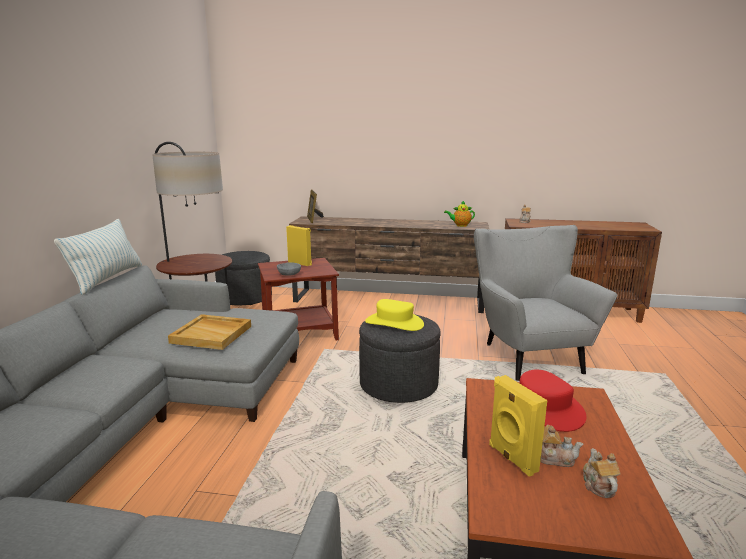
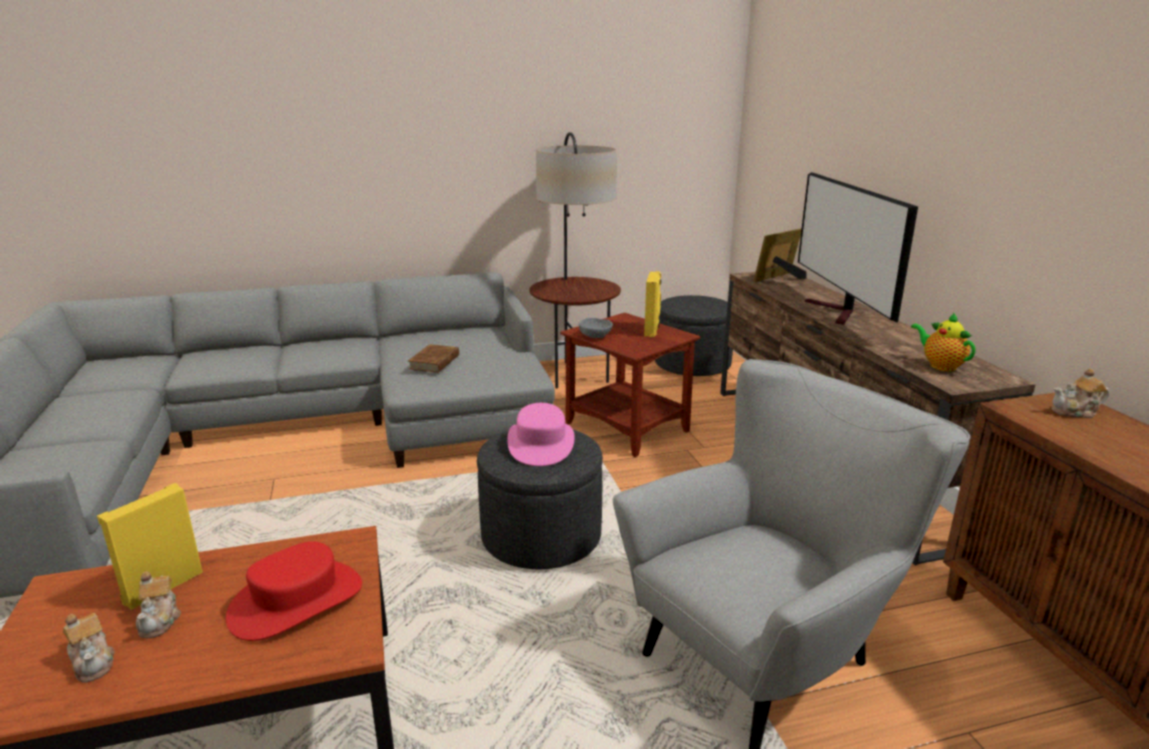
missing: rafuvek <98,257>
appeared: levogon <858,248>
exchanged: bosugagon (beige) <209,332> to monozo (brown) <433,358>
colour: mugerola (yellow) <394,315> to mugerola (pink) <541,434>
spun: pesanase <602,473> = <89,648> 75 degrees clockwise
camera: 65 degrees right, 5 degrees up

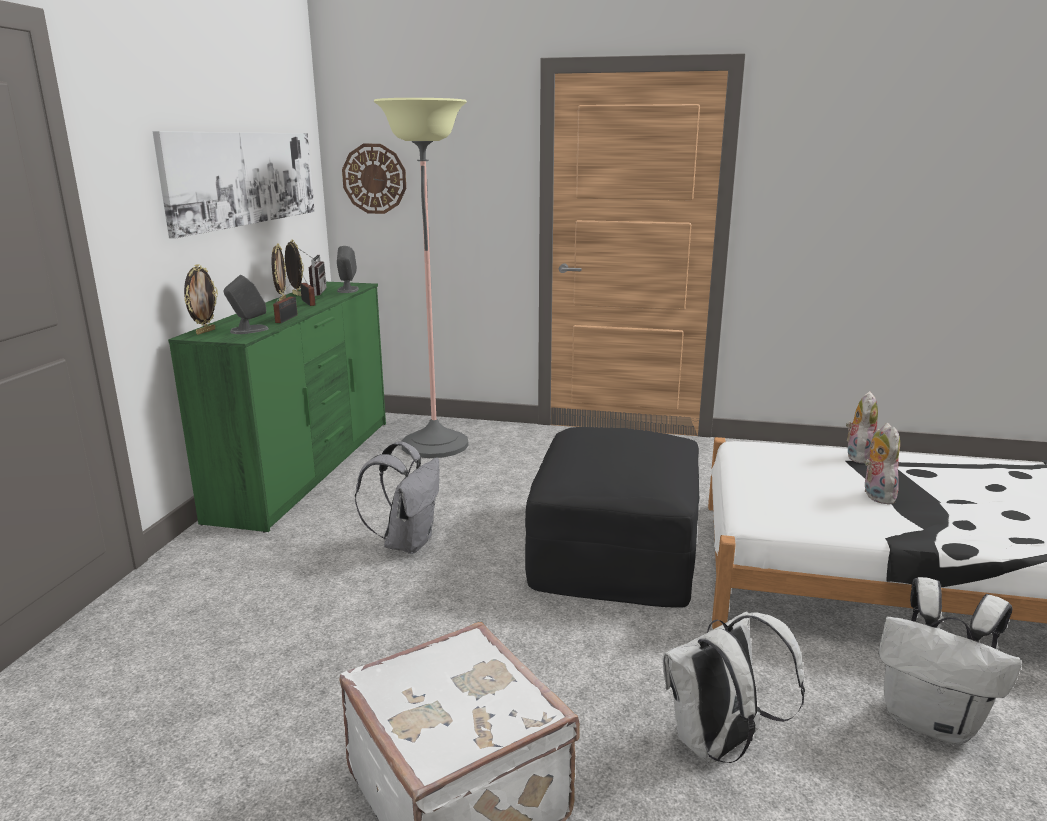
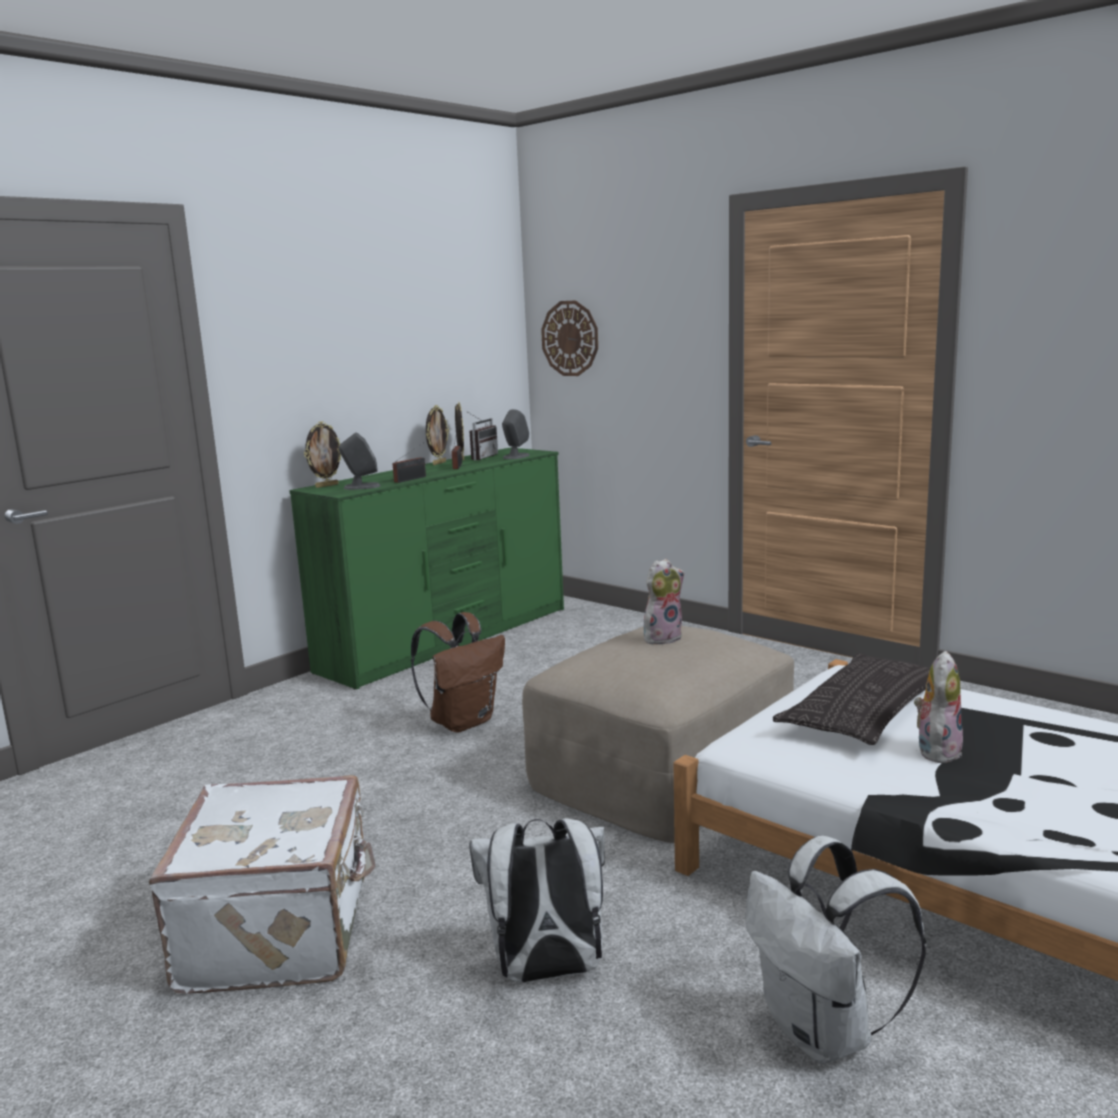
missing: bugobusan <233,185>; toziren <421,278>
appeared: rafuvek <851,699>
relocated: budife <862,427> to <664,602>
colour: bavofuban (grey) <397,498> to bavofuban (brown) <458,672>; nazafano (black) <612,517> to nazafano (beige) <658,734>
camera: 30 degrees right, 5 degrees down

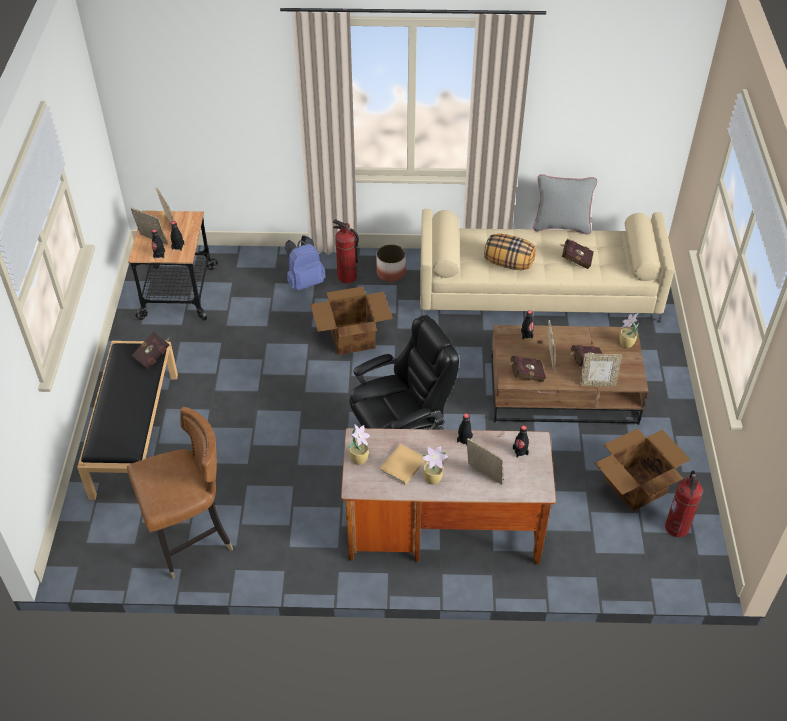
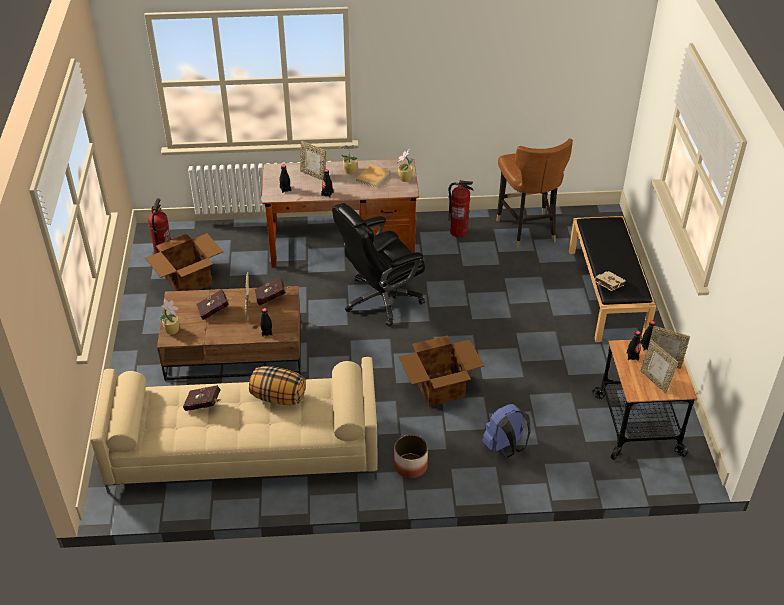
missing: rafuvek (grey) <565,204>; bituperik <601,370>
relocated: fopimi <346,251> to <460,209>
colour: monozo (red) <151,350> to monozo (beige) <610,281>
spun: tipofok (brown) <180,493> = <534,193> 75 degrees counterclockwise
camera: 175 degrees right, 5 degrees down

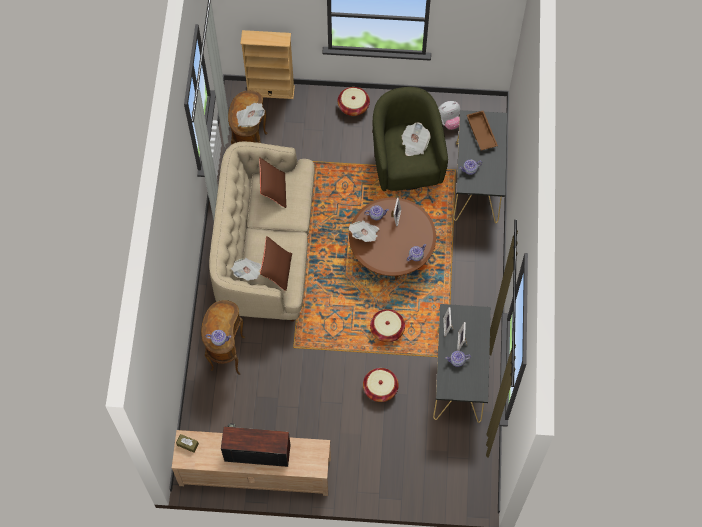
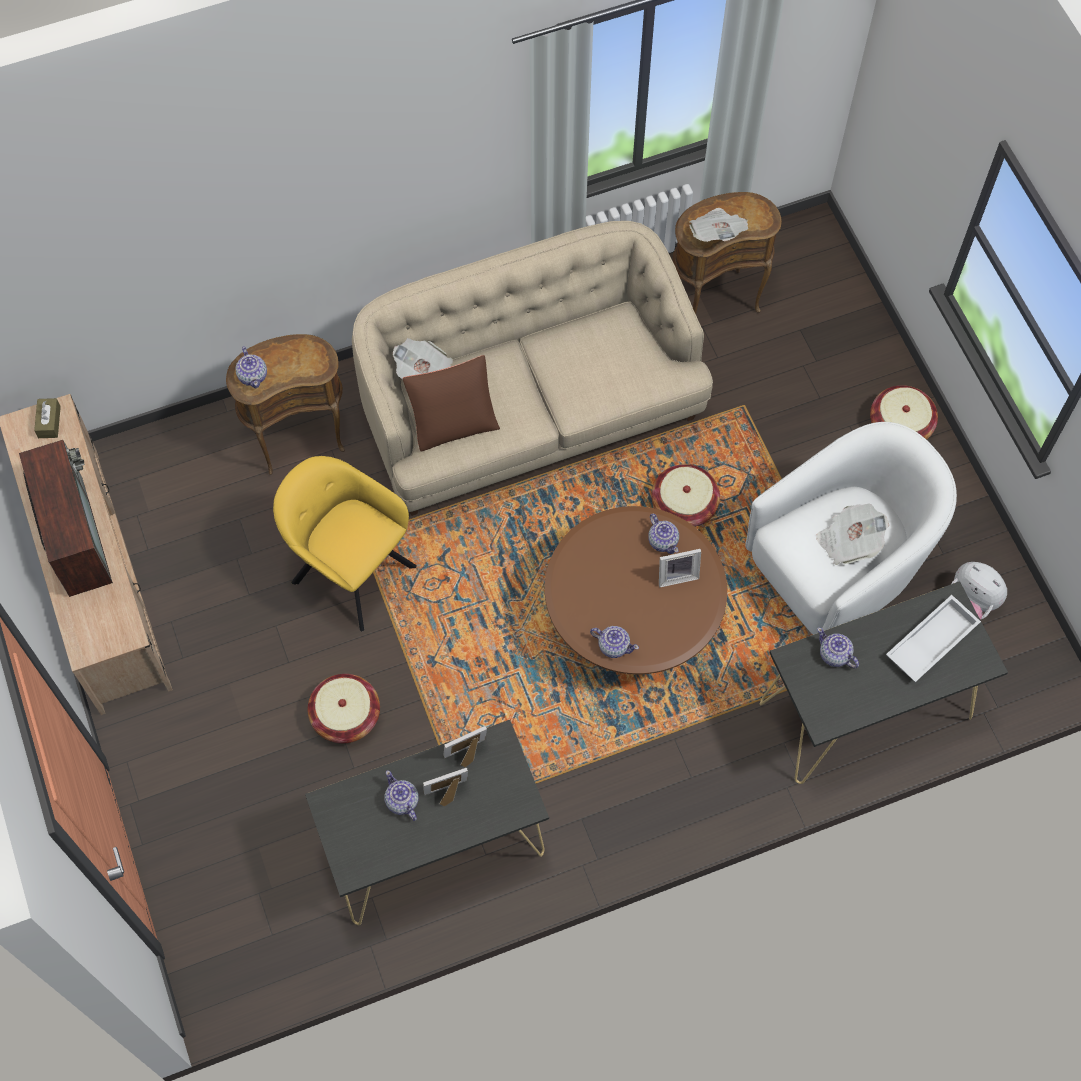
missing: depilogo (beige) <267,64>; rafuvek (brown) <272,182>; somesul <364,231>
appeared: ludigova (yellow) <345,543>
relocated: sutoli <387,325> to <685,495>
colour: ludigova (green) <410,139> to ludigova (white) <851,528>; bosugagon (brown) <482,131> to bosugagon (white) <933,638>
camera: 65 degrees right, 0 degrees up

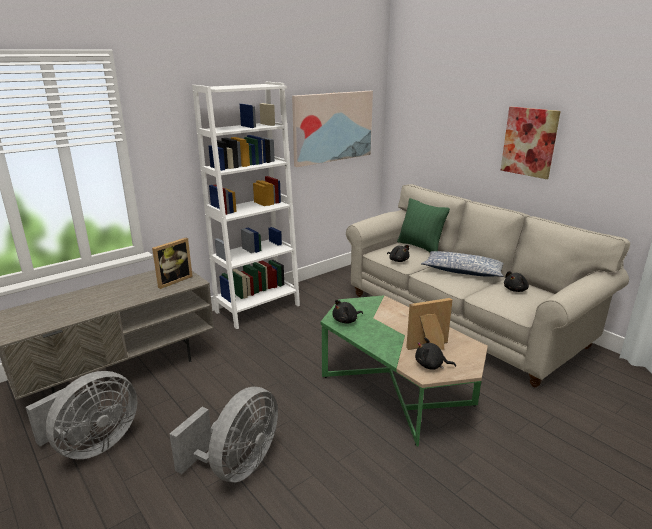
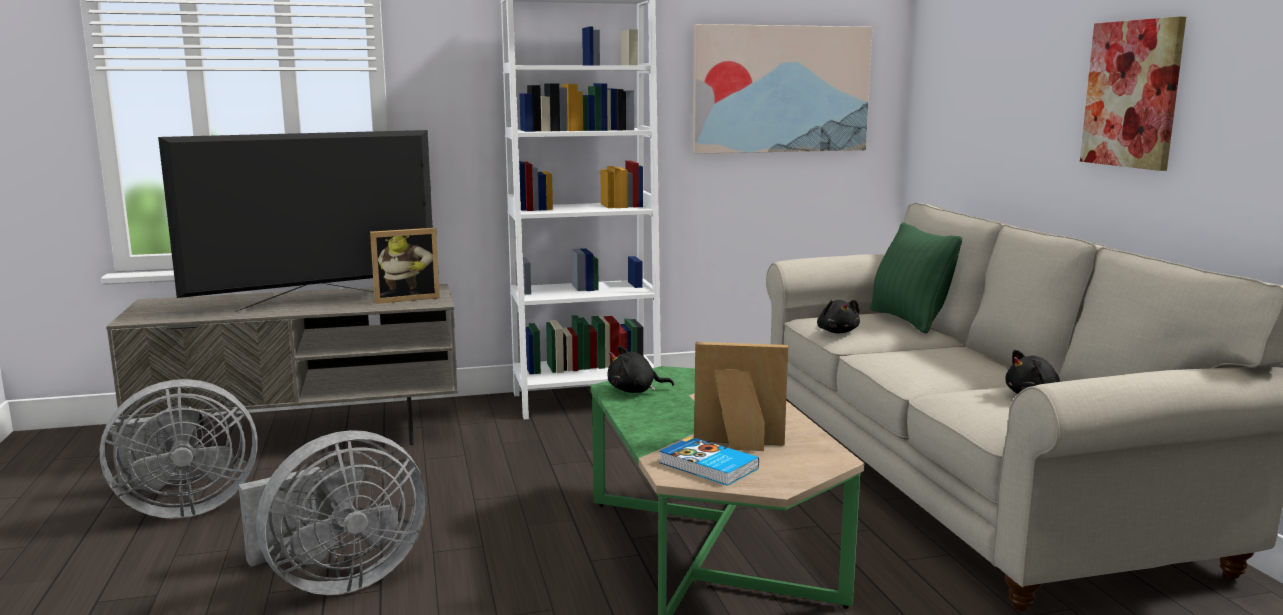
missing: rafuvek <462,264>
appeared: levogon <295,221>
exchanged: budife (black) <435,353> to monozo <709,461>
camera: 25 degrees right, 10 degrees down

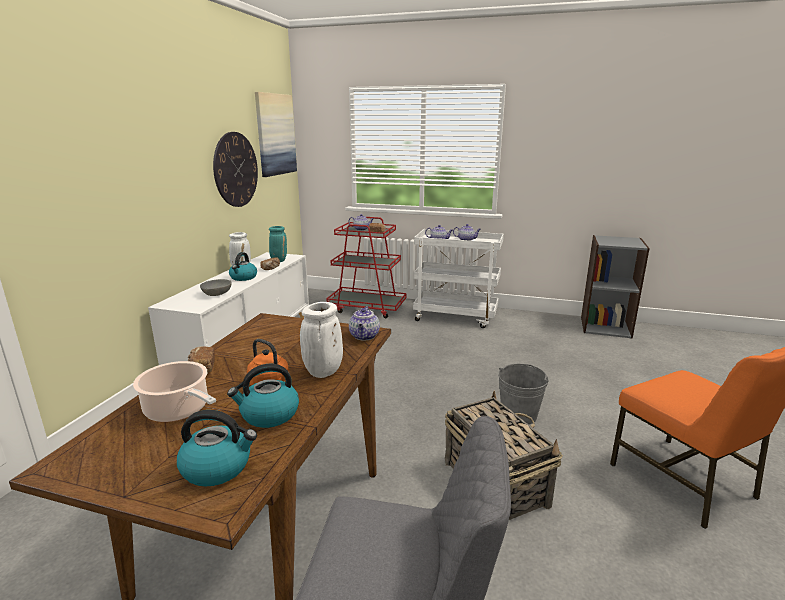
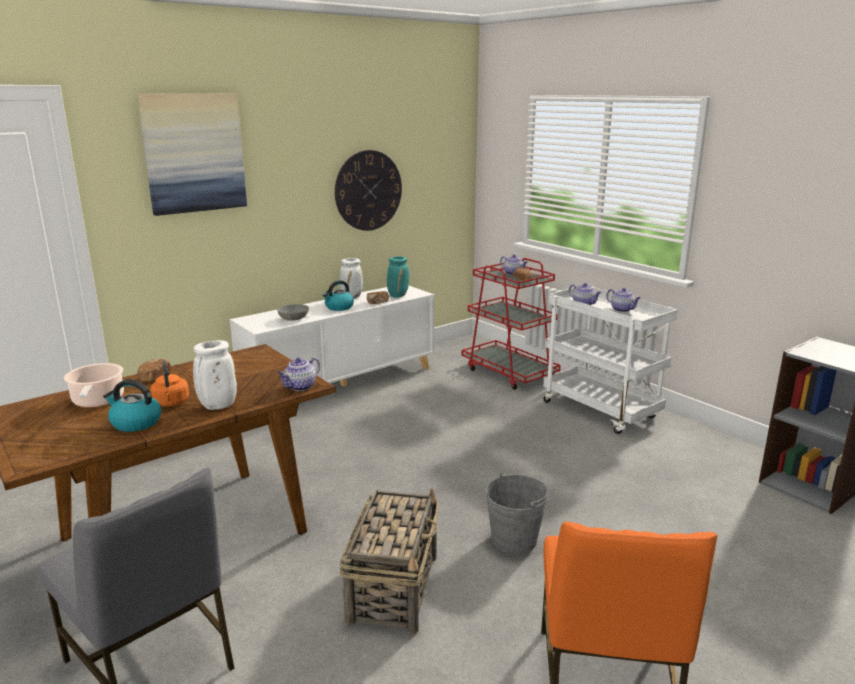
missing: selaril <217,448>
relocated: bugobusan <276,134> to <192,154>
camera: 35 degrees right, 0 degrees up

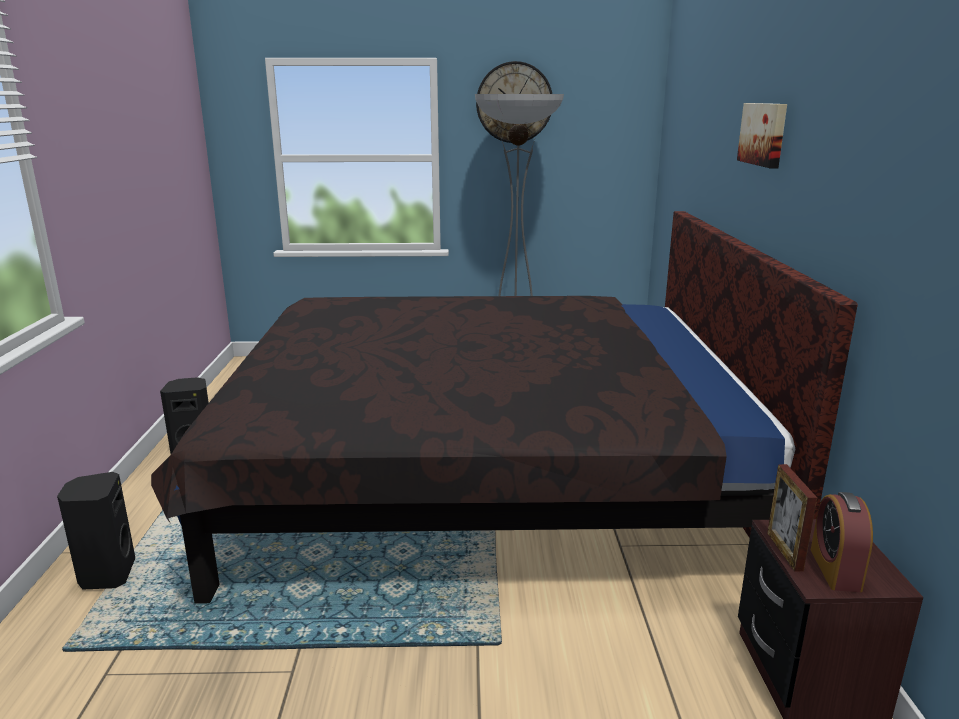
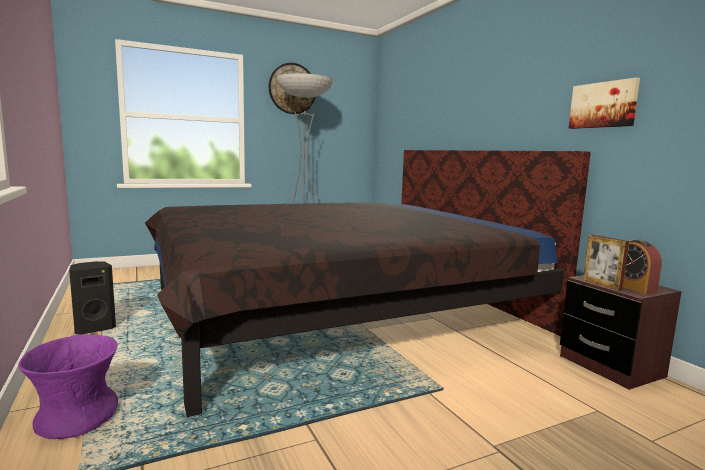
relocated: bugobusan <762,135> to <604,103>
exchanged: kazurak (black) <96,530> to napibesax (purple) <68,386>
camera: 25 degrees left, 10 degrees down

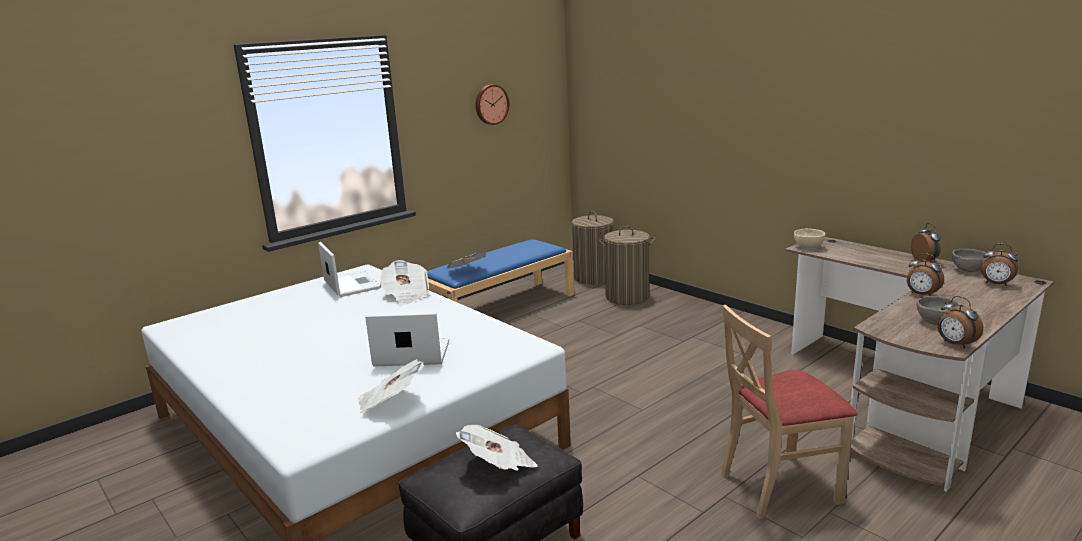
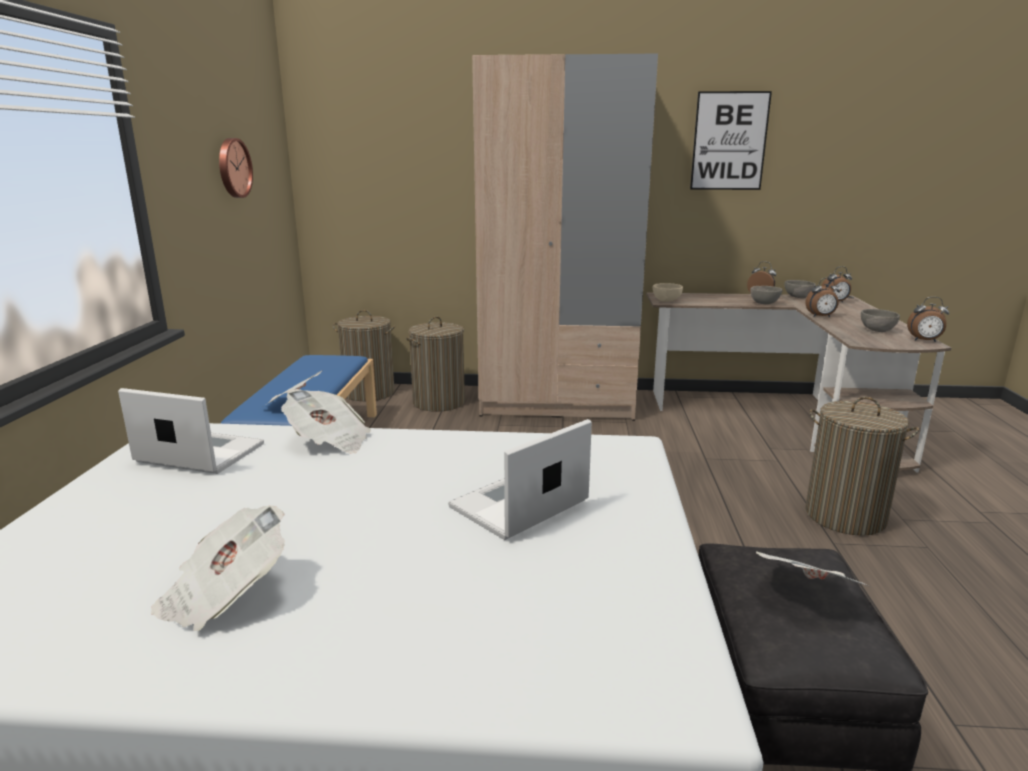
appeared: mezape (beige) <565,237>; bugobusan <731,140>; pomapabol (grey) <766,295>
relocated: somesul <390,386> to <218,568>
exchanged: tipofok (beige) <789,412> to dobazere <862,466>
camera: 45 degrees left, 0 degrees up

